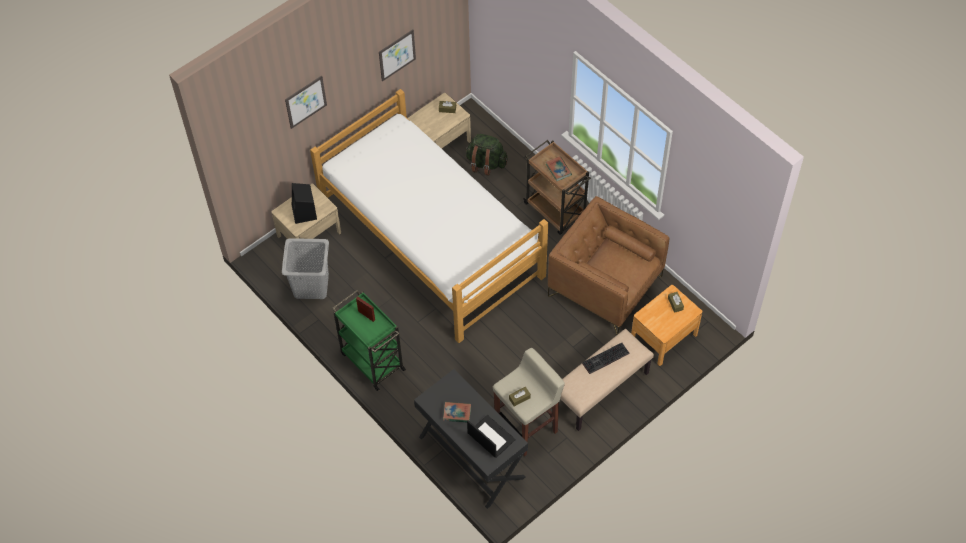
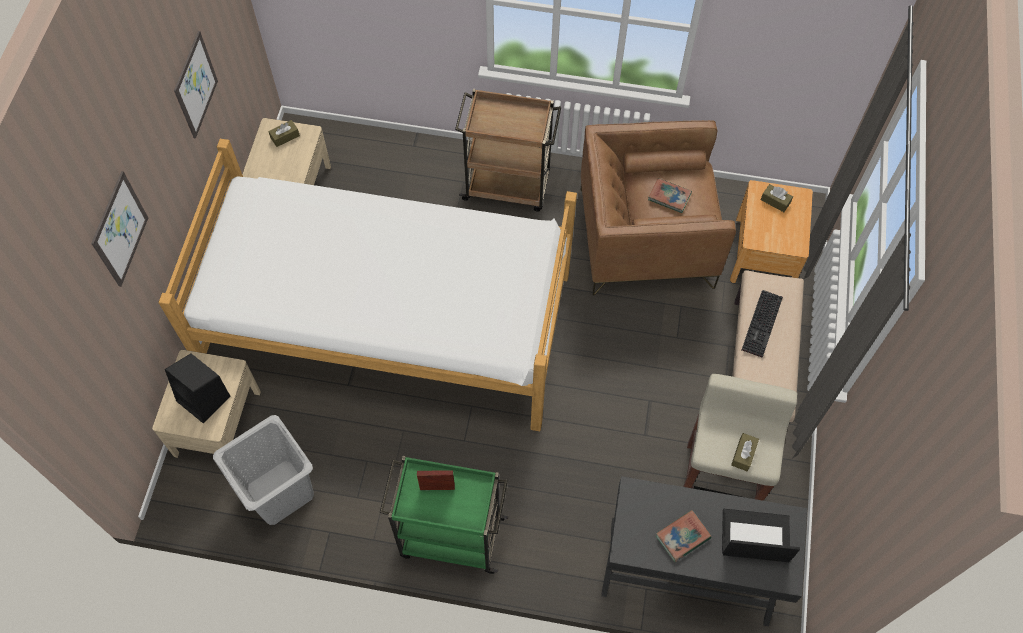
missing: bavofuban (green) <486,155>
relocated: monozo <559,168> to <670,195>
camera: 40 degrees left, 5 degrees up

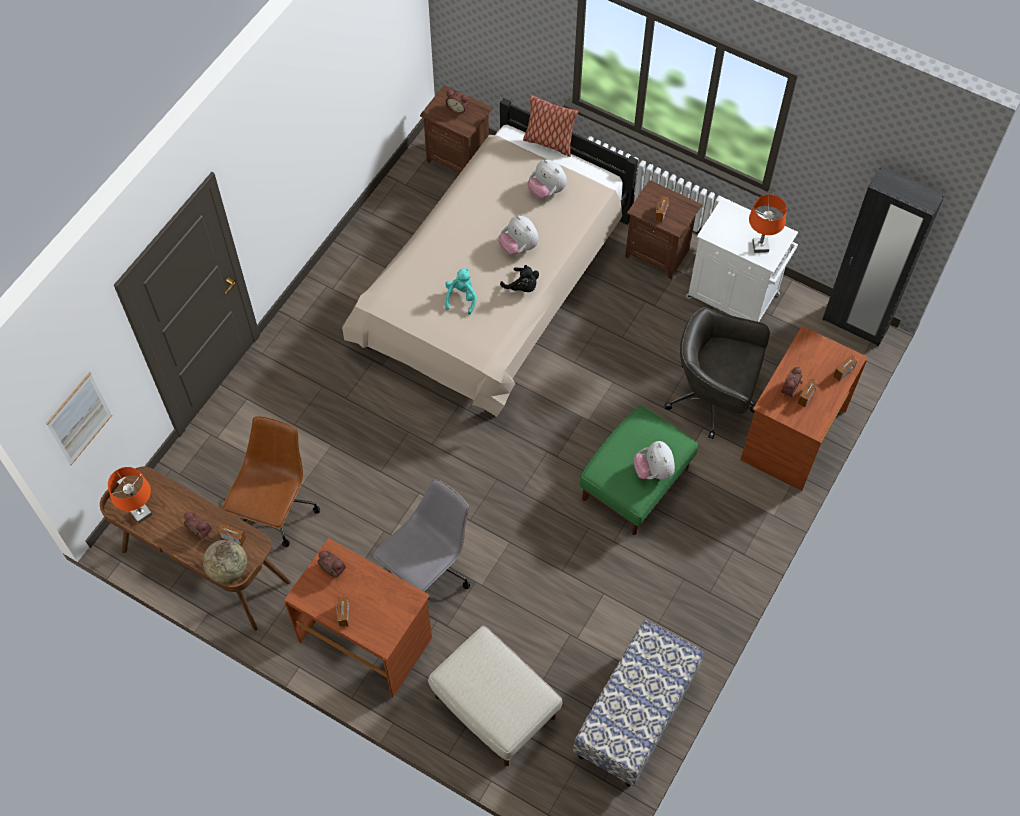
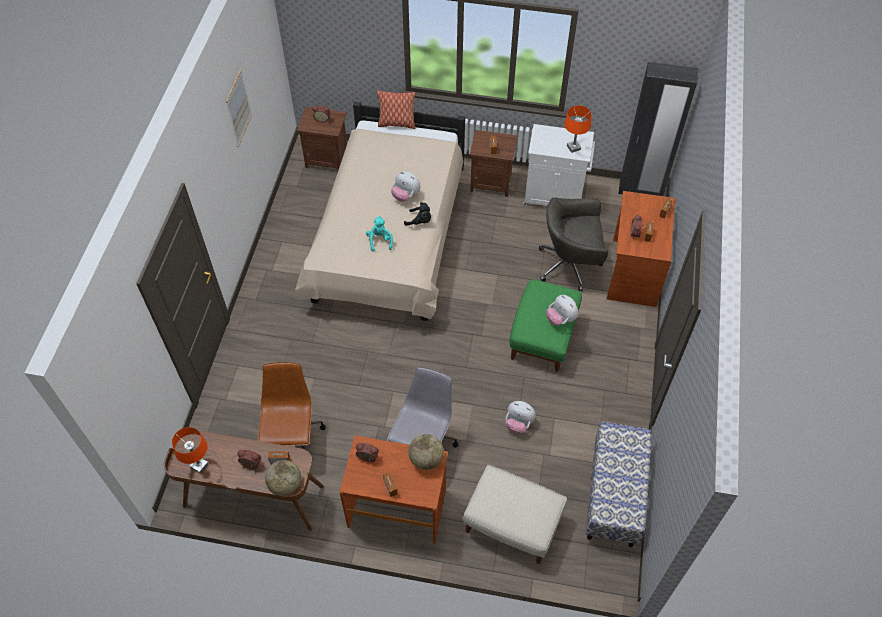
appeared: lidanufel <426,452>
relocated: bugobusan <79,418> to <239,107>; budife <547,179> to <520,417>
camera: 20 degrees left, 5 degrees down

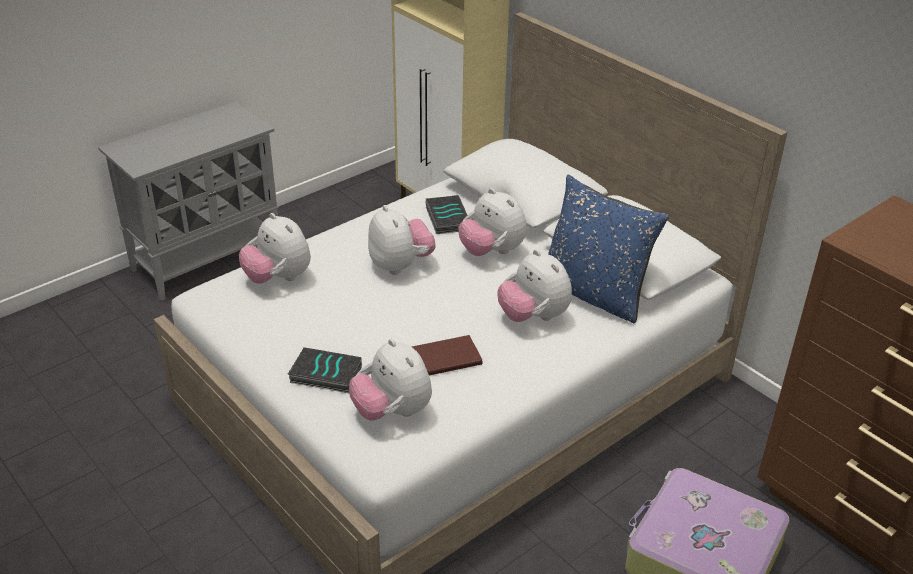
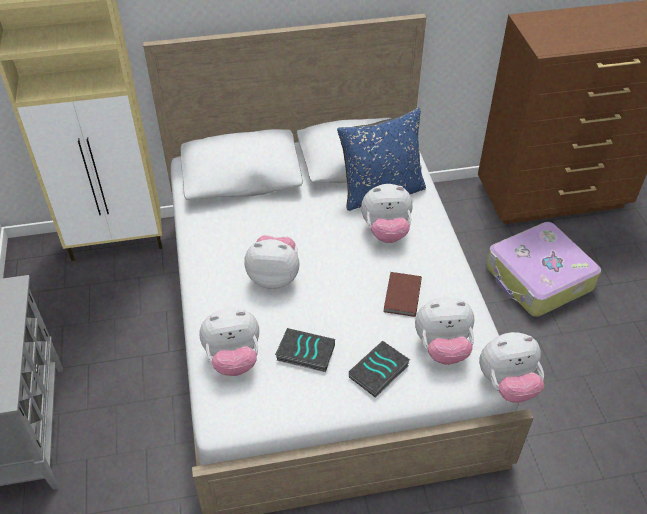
relocated: monozo <446,214> to <305,350>; budife <492,222> to <511,367>
camera: 60 degrees left, 10 degrees up

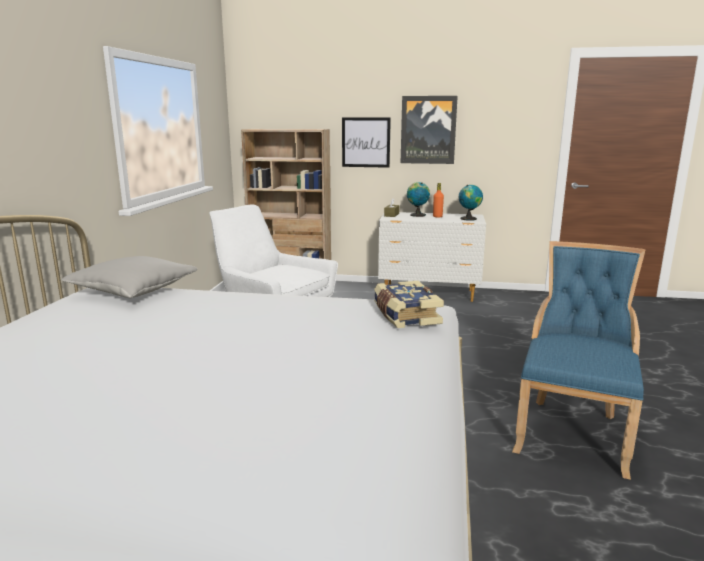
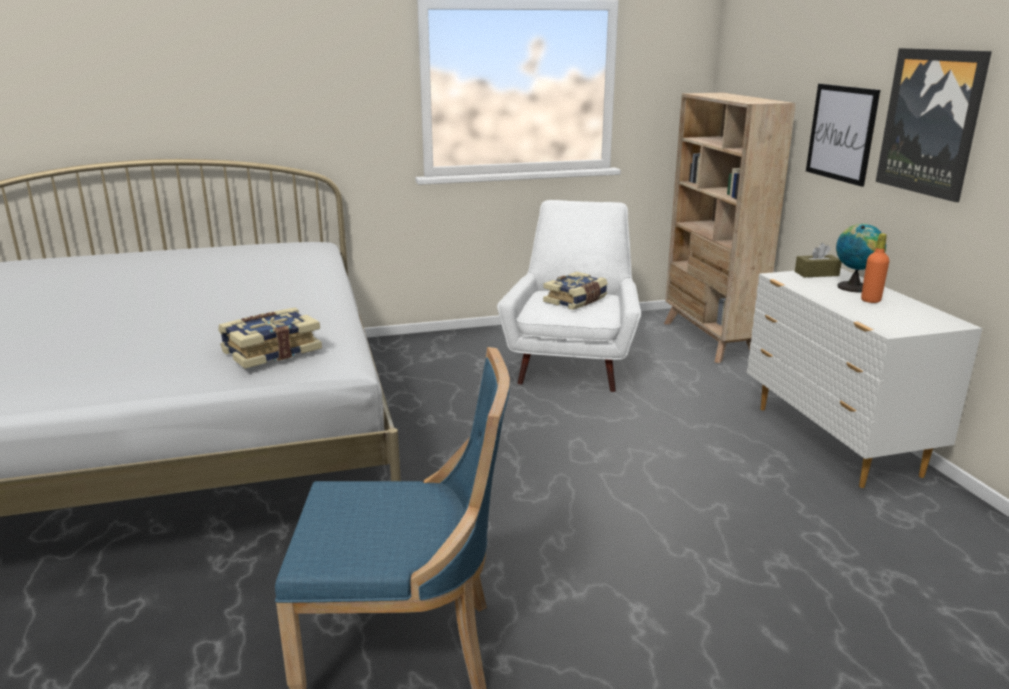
missing: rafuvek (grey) <129,277>; lidanufel <471,203>
appeared: monozo <575,290>
camera: 65 degrees right, 5 degrees up

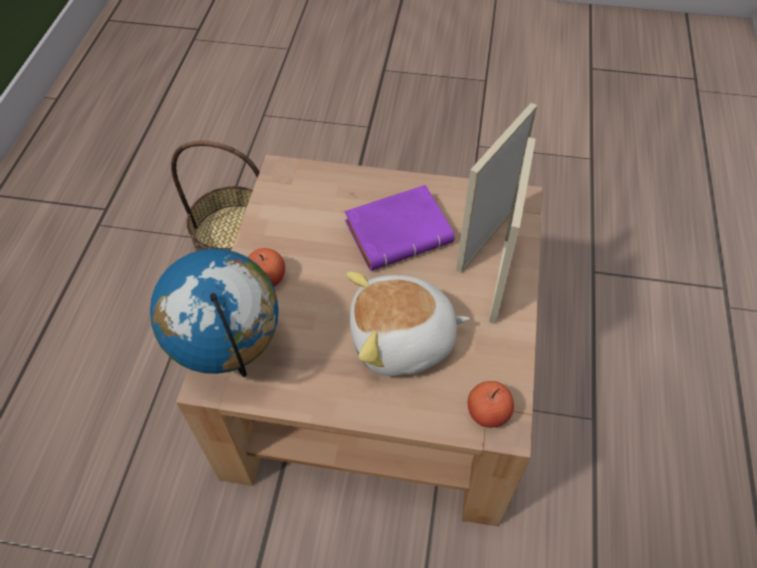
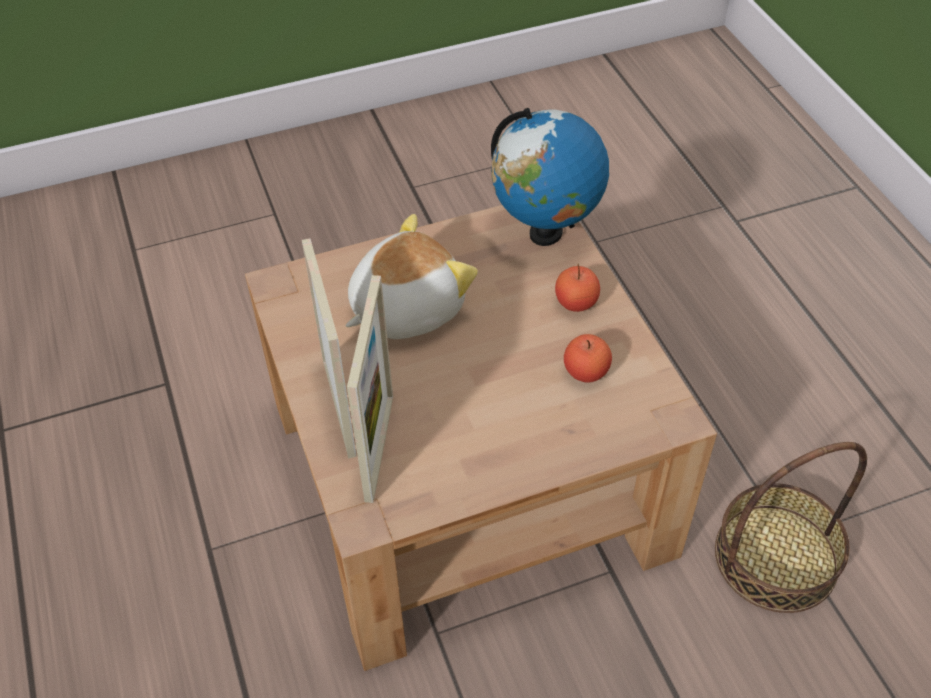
missing: monozo (purple) <399,228>
relocated: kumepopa <491,404> to <588,358>
camera: 150 degrees right, 5 degrees down

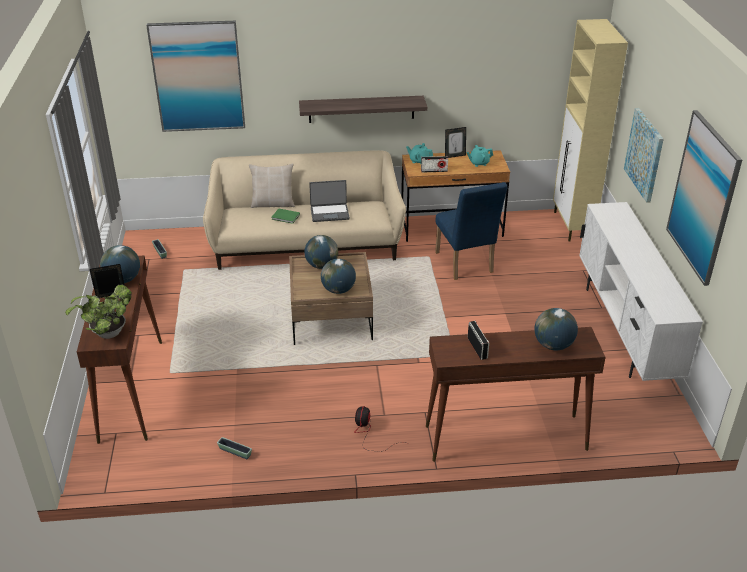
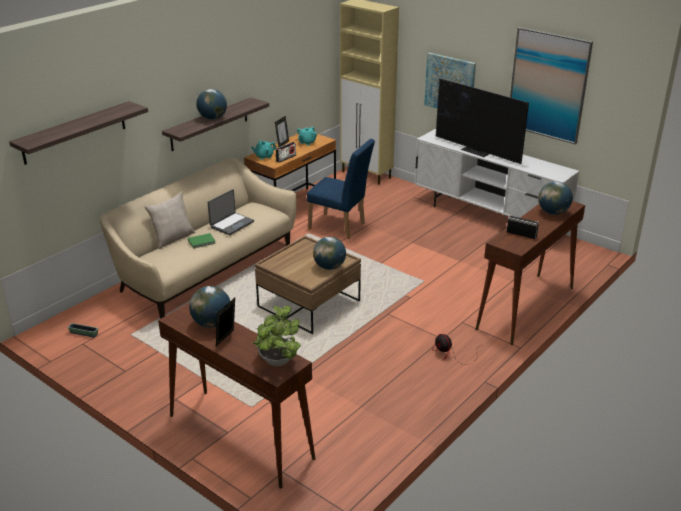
missing: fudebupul <234,448>
appeared: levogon <482,121>
relocated: lidanufel <321,252> to <211,104>
exchanged: bugobusan <195,76> to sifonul <78,133>
camera: 45 degrees left, 5 degrees down

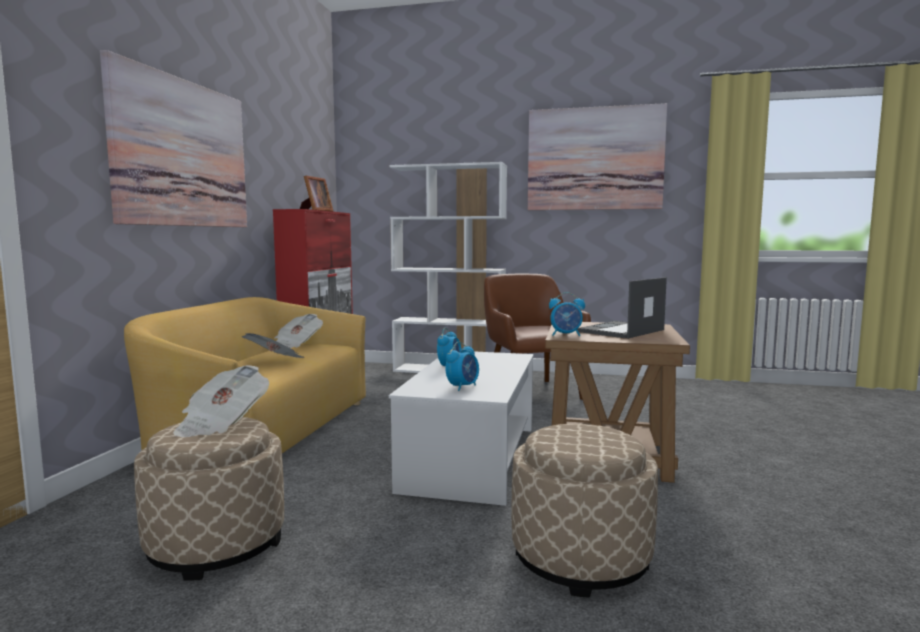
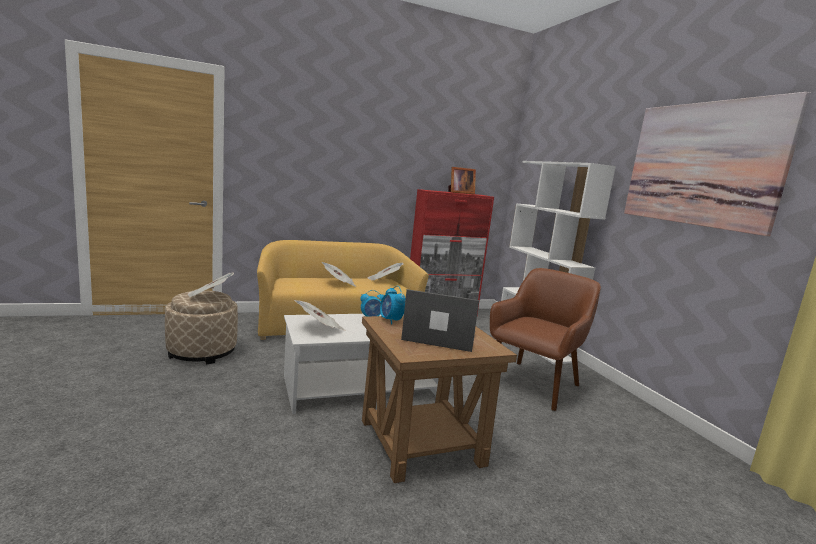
missing: bugobusan <173,138>; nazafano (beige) <585,511>
exchanged: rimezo <462,366> to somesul <320,315>
camera: 55 degrees right, 5 degrees up

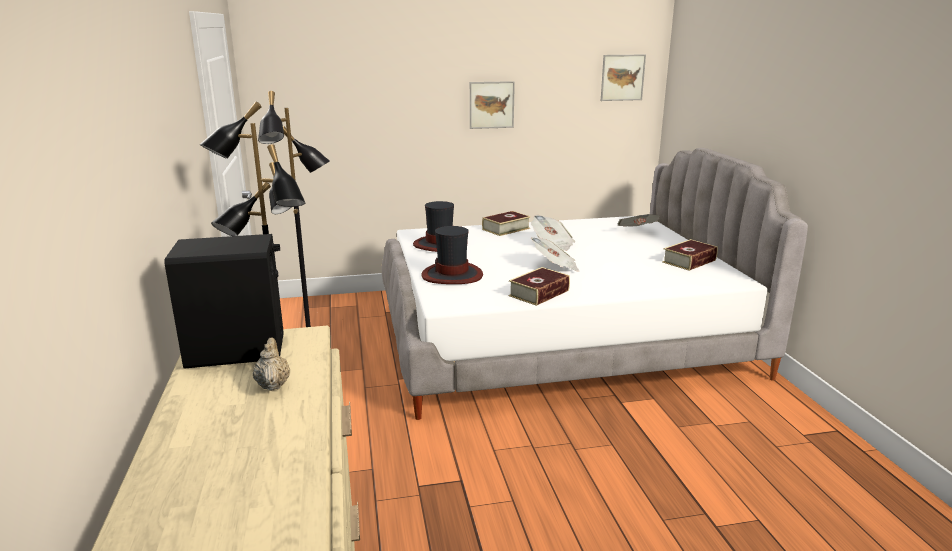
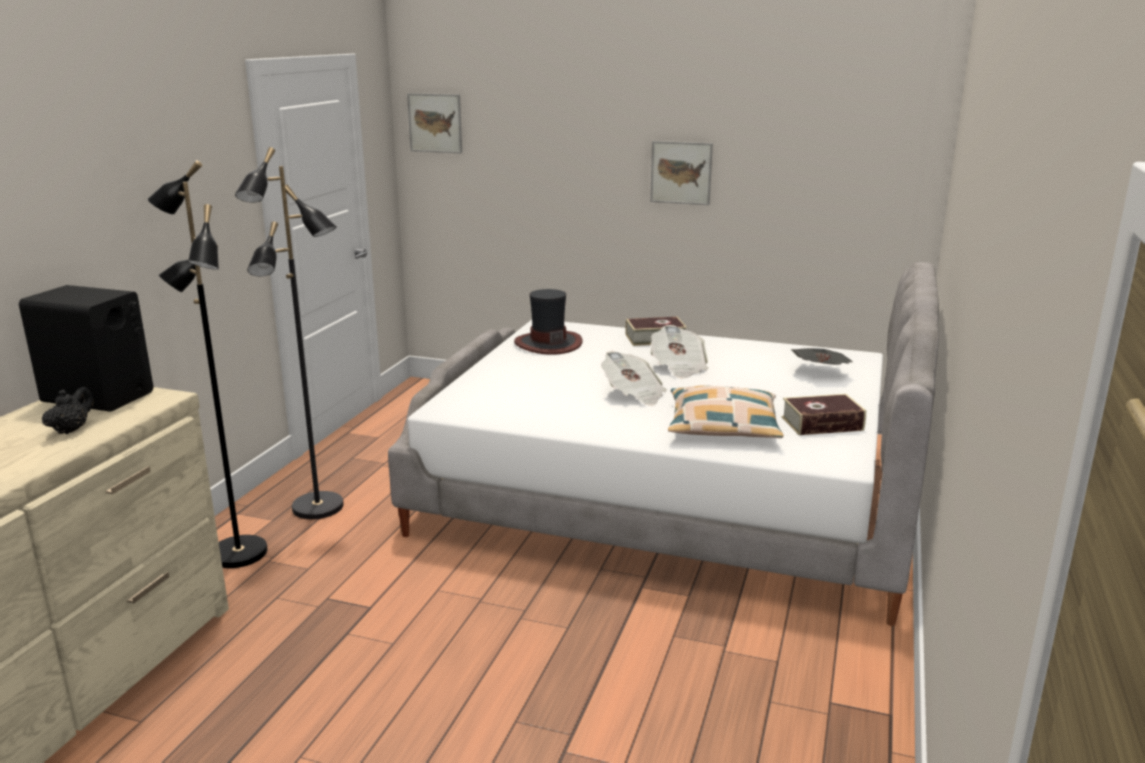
missing: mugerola <452,255>; monozo <539,286>
appeared: rafuvek <725,411>
relocated: bugobusan <623,78> to <434,123>
colour: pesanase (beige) <271,364> to pesanase (black) <67,410>
camera: 30 degrees right, 0 degrees up

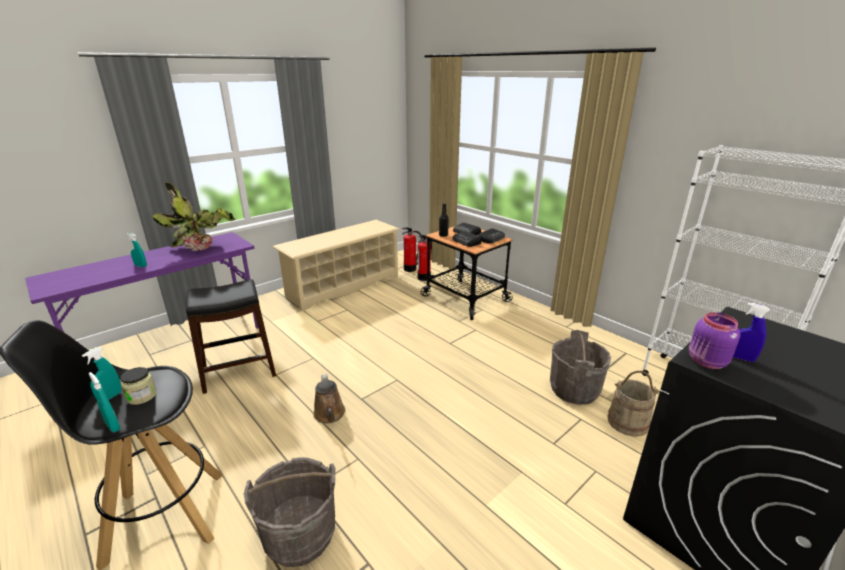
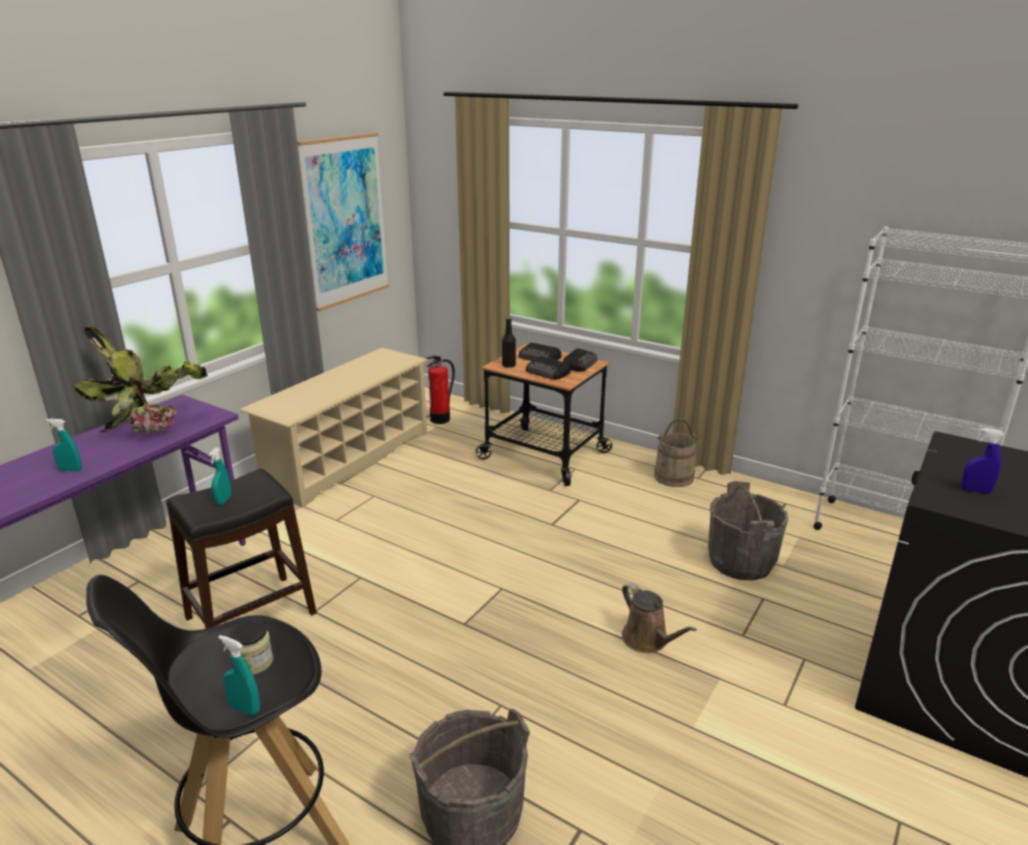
missing: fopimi <424,258>; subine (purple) <714,340>
appeared: bugobusan <343,222>
relocated: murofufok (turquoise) <102,374> to <219,476>; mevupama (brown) <329,399> to <659,618>; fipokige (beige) <633,404> to <676,453>
camera: 15 degrees left, 0 degrees up

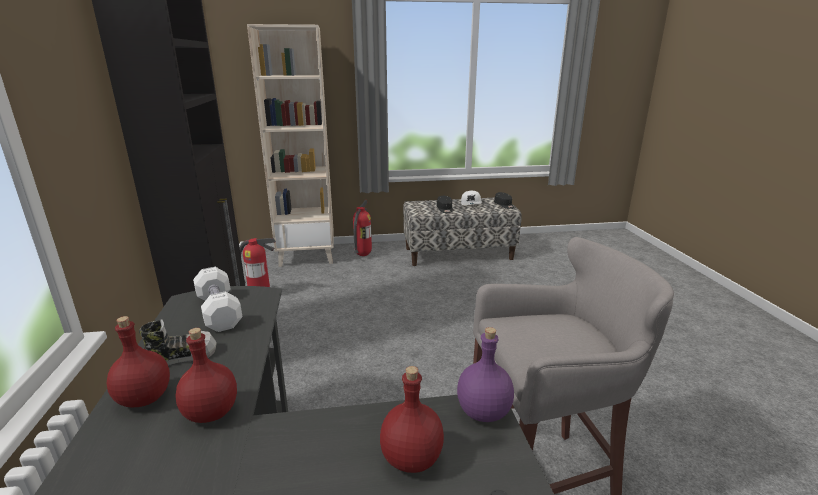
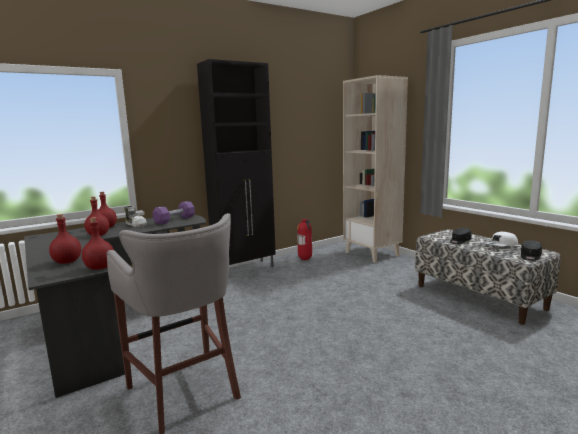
missing: fopimi <362,228>
colour: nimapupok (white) <217,299> to nimapupok (purple) <174,213>; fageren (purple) <485,374> to fageren (red) <98,243>
camera: 65 degrees right, 10 degrees down

